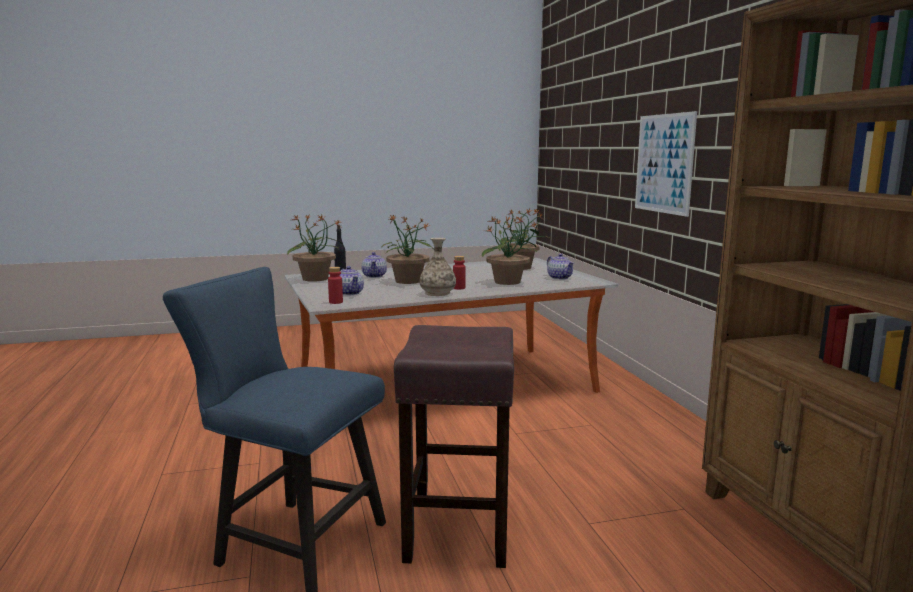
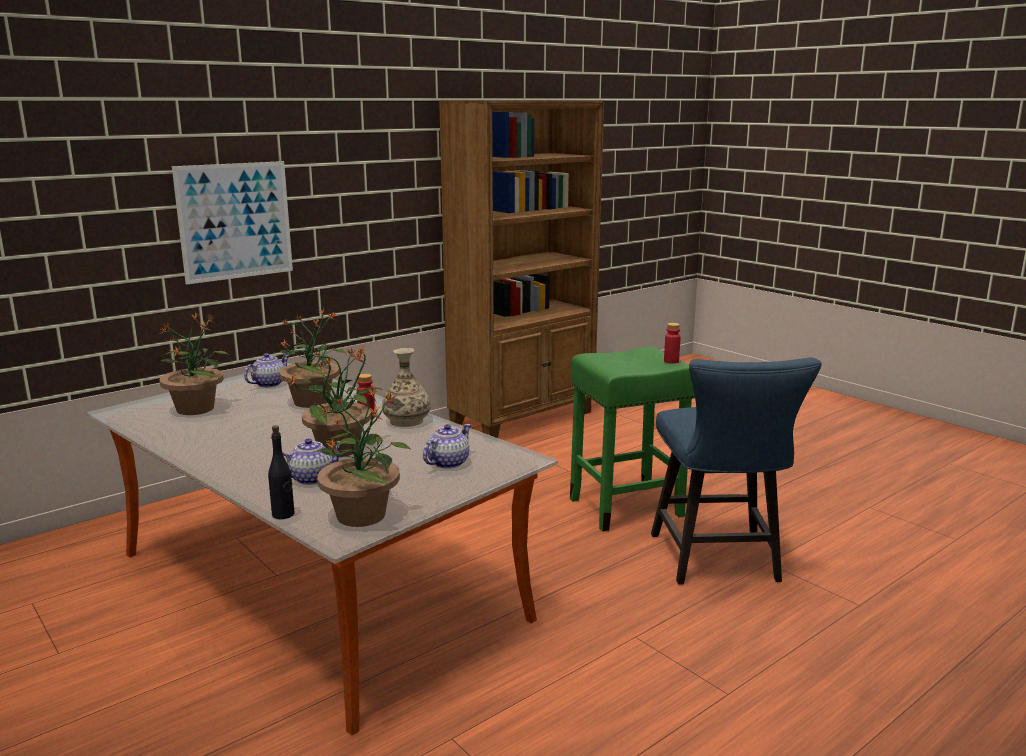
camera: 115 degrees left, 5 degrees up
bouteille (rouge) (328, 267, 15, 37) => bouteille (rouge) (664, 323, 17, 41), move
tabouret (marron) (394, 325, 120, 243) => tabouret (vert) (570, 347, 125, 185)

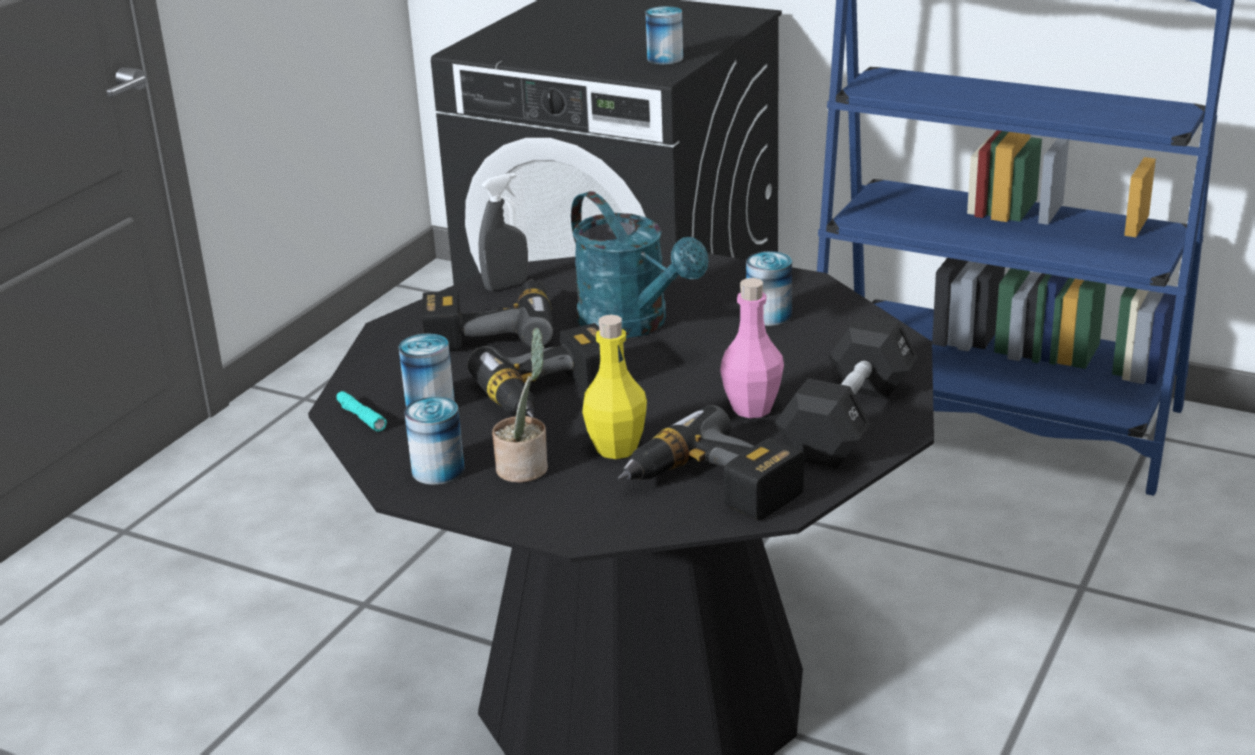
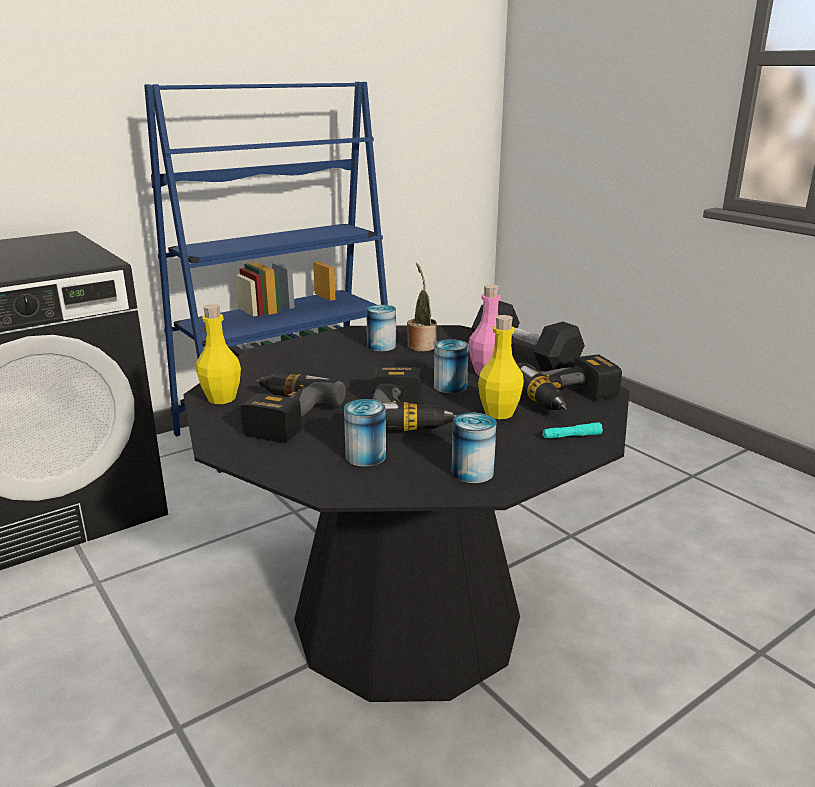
camera: 65 degrees left, 5 degrees down
lampe de poche (turquoise) (336, 391, 51, 41) => lampe de poche (turquoise) (542, 423, 61, 15), move
vaporisateur (gris) (478, 173, 50, 118) => bouteille (jaune) (196, 304, 45, 100)
plante en pot (492, 328, 56, 155) => plante en pot (407, 263, 30, 88), move
arrosoir (turquoise) (571, 191, 137, 147) => nothing
boîte métallique (646, 6, 37, 58) => boîte métallique (434, 339, 35, 55), move

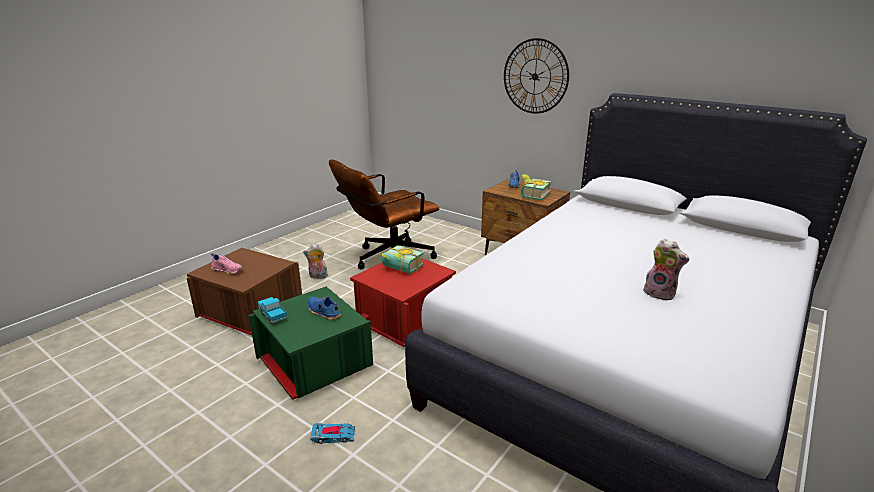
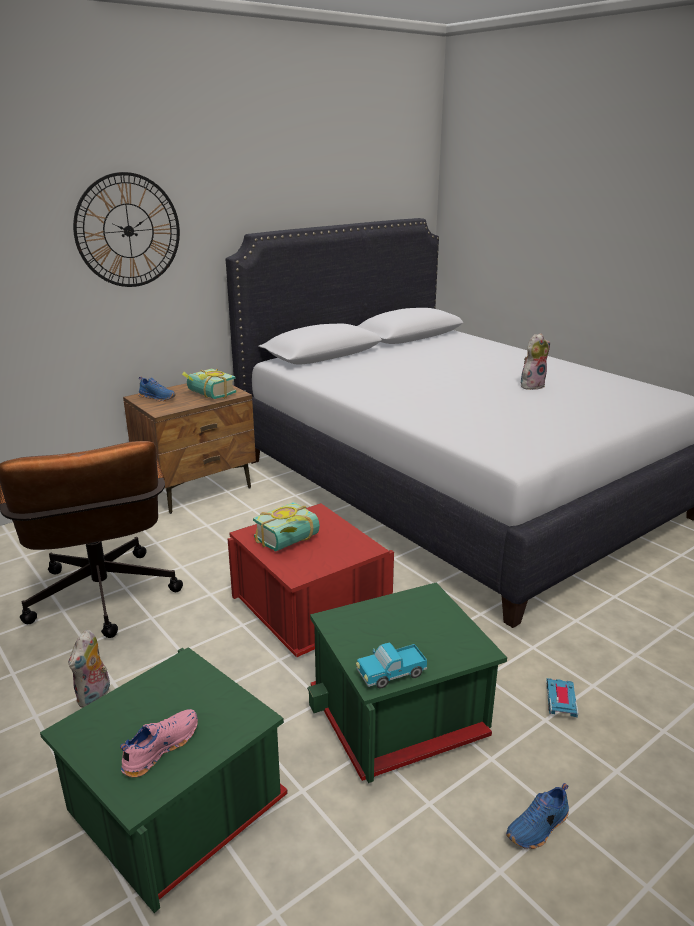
camera: 75 degrees left, 0 degrees up
boîte de rangement (marron) (187, 248, 115, 87) => boîte de rangement (vert) (40, 647, 248, 266)
chaussure (bleu) (308, 296, 33, 24) => chaussure (bleu) (506, 783, 63, 66), move

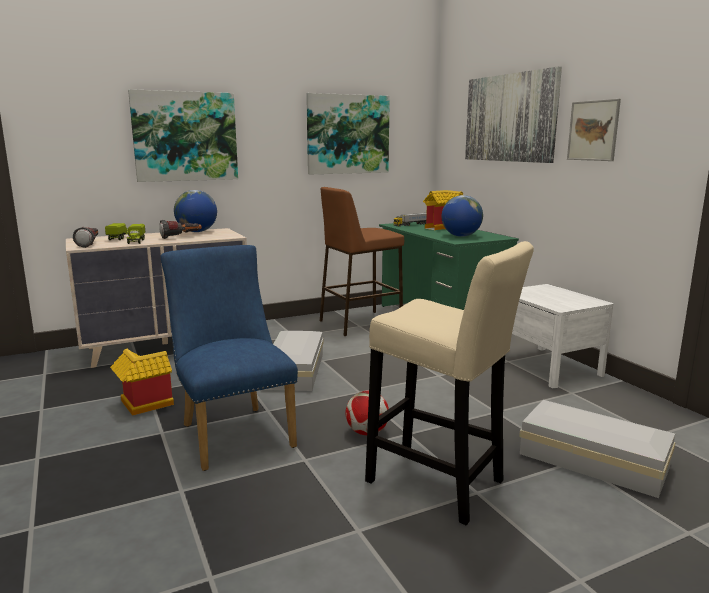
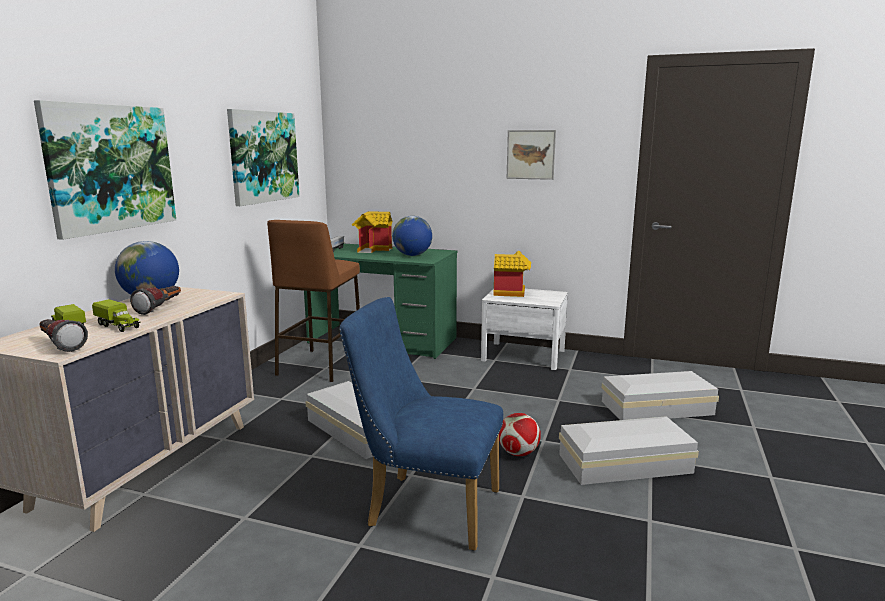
camera: 45 degrees left, 0 degrees up
maison miniature (110, 349, 64, 67) => maison miniature (493, 251, 38, 46), move
tabouret (beige) (365, 241, 169, 284) => boîte de rangement (blanc) (559, 416, 140, 69)
tableau (465, 67, 97, 96) => nothing

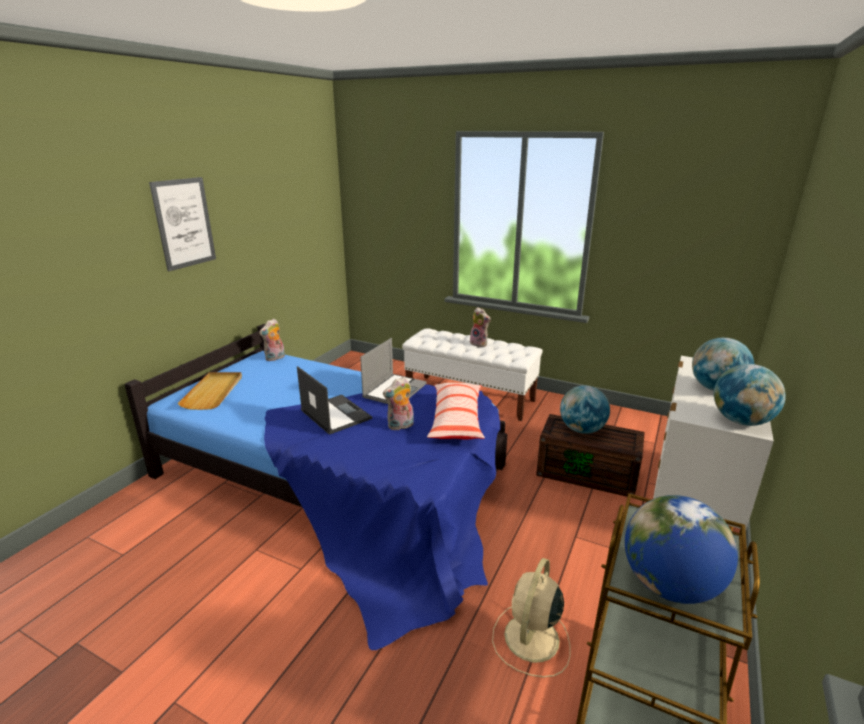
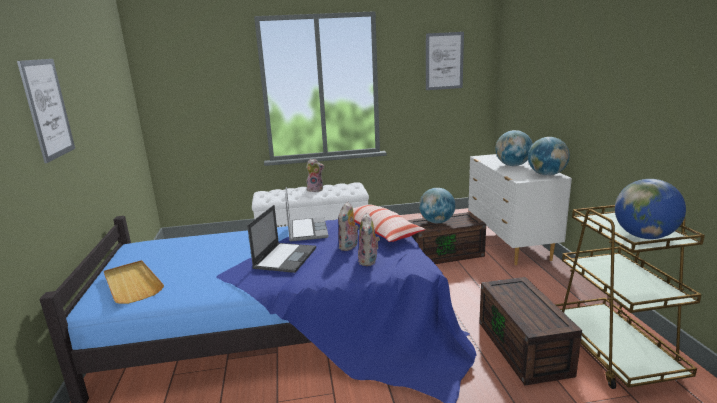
camera: 35 degrees left, 5 degrees down
peluche (259, 319, 26, 42) => peluche (358, 213, 22, 53), move
ordinateur portable (297, 366, 75, 69) => ordinateur portable (247, 205, 69, 68), 90 degrees clockwise
ventilateur (beige) (492, 558, 79, 120) => boîte de rangement (marron) (479, 277, 103, 108)
nothing => tableau (426, 32, 38, 58)

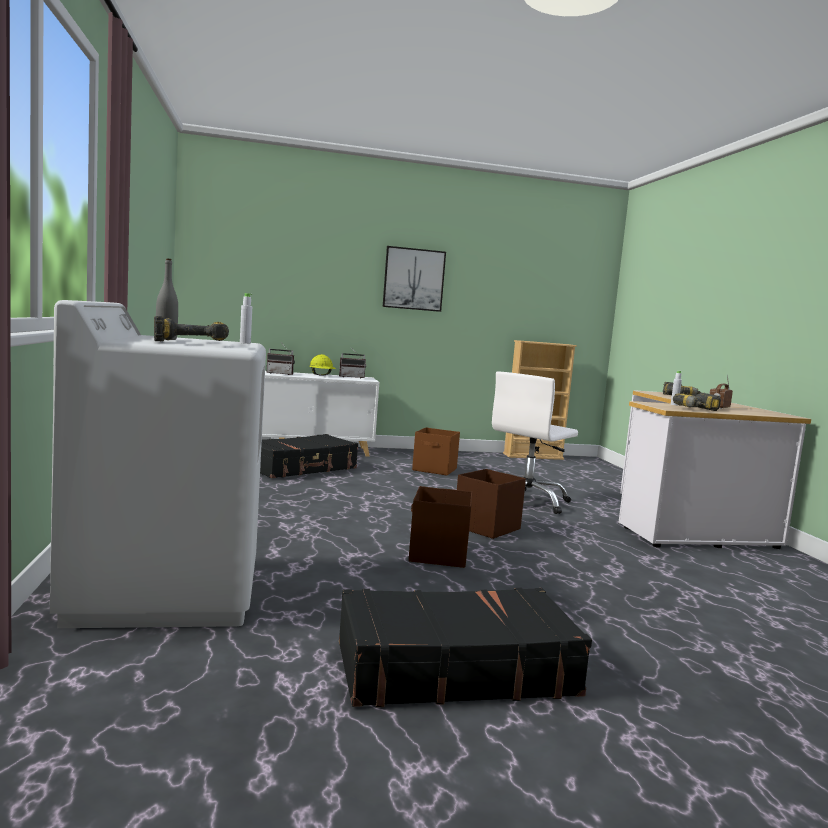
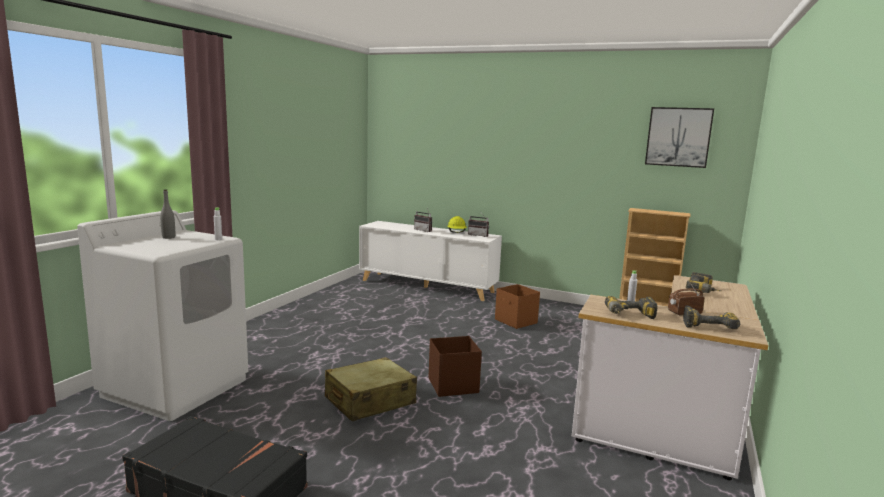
camera: 35 degrees right, 5 degrees up
perceuse (154, 316, 75, 25) => perceuse (683, 306, 57, 23), move
valise (noir) (260, 434, 98, 44) => nothing
tableau (383, 246, 63, 66) => tableau (645, 107, 69, 61), move
boîte de rangement (marron) (409, 486, 63, 82) => valise (beige) (325, 357, 92, 64)
chaise de bureau (blanc) (492, 372, 86, 142) => nothing

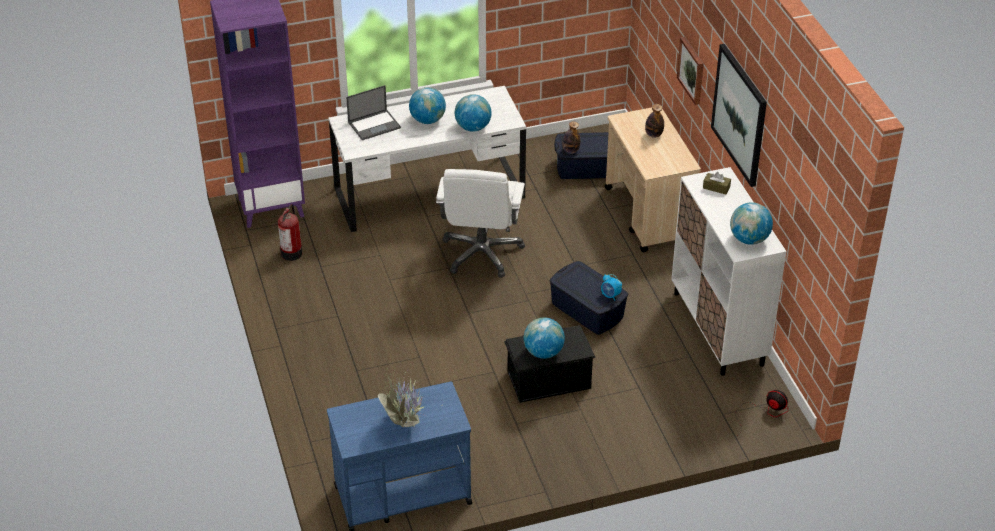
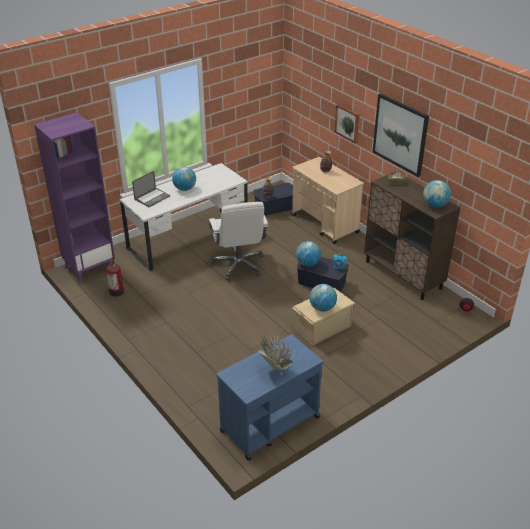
camera: 20 degrees left, 5 degrees down
globe (455, 94, 37, 38) => globe (296, 241, 25, 25), move
boîte de rangement (noir) (504, 325, 92, 78) => boîte de rangement (beige) (292, 288, 63, 58)
meuble de rangement (blanc) (671, 167, 116, 209) => meuble de rangement (marron) (364, 171, 96, 129)

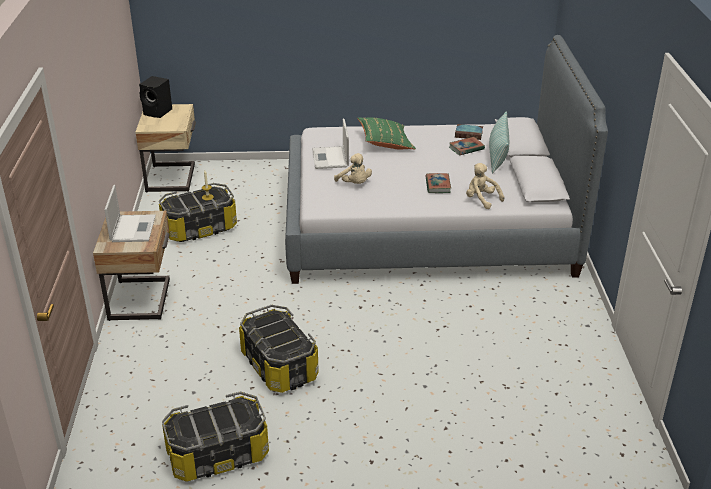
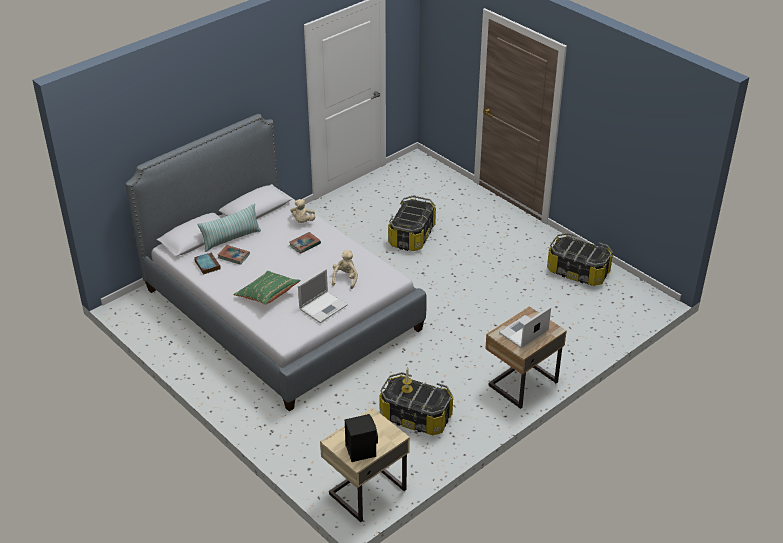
camera: 130 degrees left, 5 degrees up
boîte de rangement (239, 305, 80, 88) => boîte de rangement (388, 196, 48, 55), move

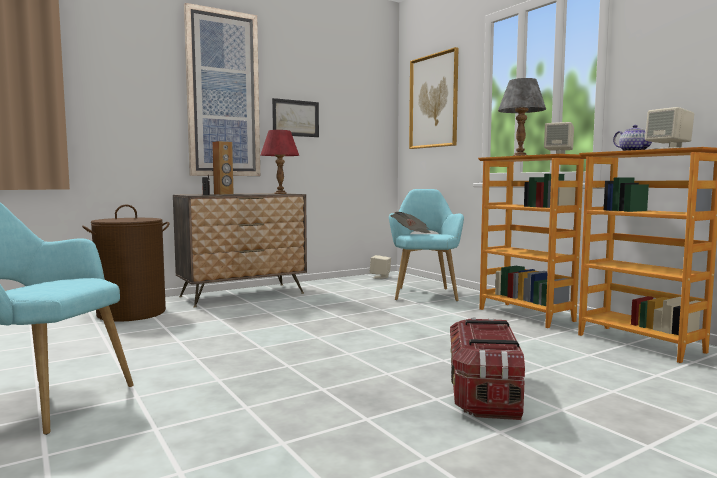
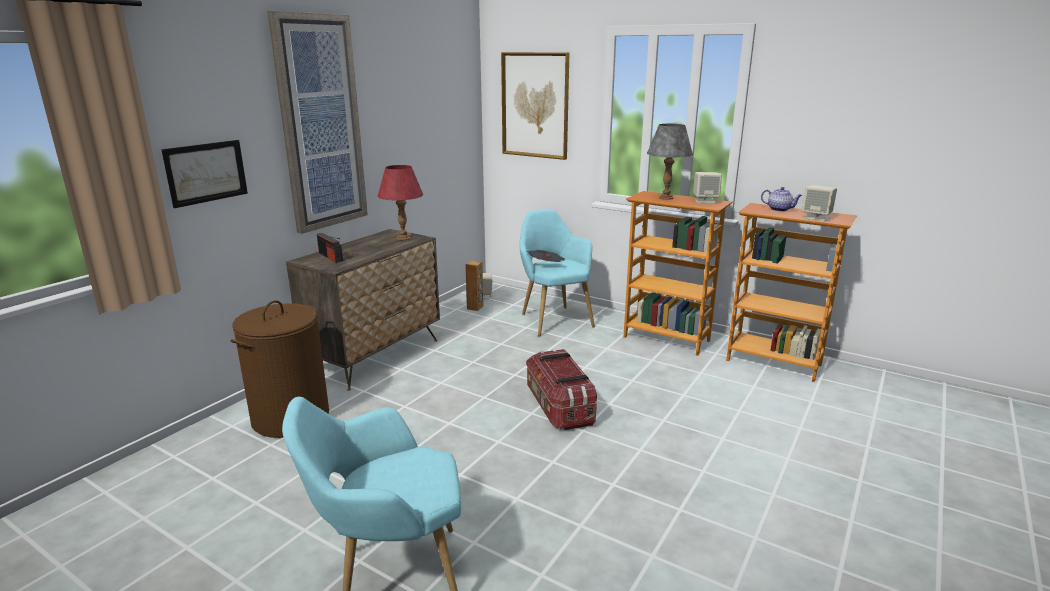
camera: 25 degrees left, 15 degrees up
enceinte (marron) (212, 141, 22, 54) => enceinte (marron) (465, 261, 19, 50), move
tableau (272, 98, 47, 39) => tableau (161, 140, 87, 68), move
boîte de rangement (450, 317, 75, 103) => boîte de rangement (526, 349, 71, 81), move

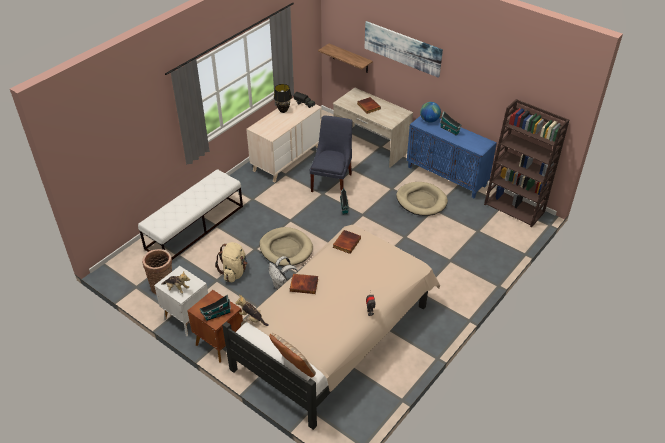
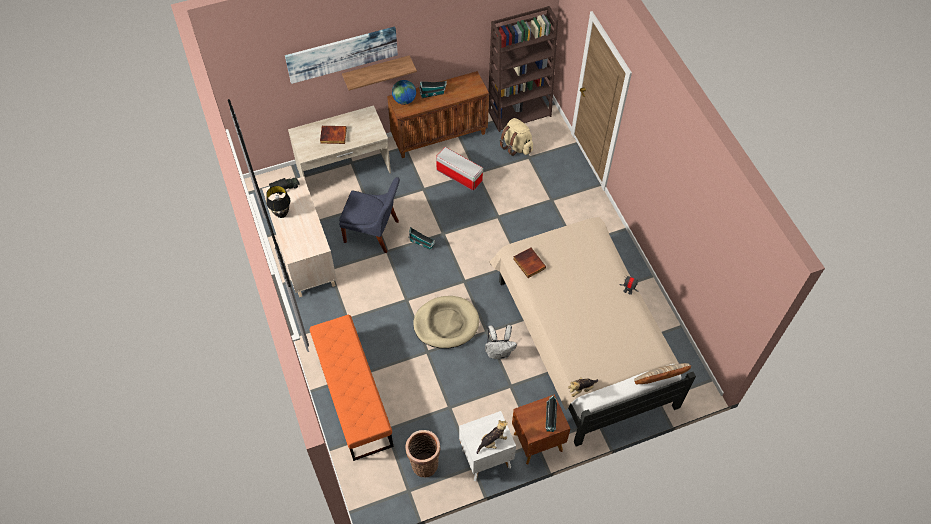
camera: 60 degrees left, 15 degrees up
banc (blanc) (138, 169, 105, 91) => banc (orange) (309, 315, 84, 146)
sac à dos (beige) (215, 242, 32, 40) => sac à dos (beige) (500, 118, 33, 38), move
livre (290, 274, 28, 20) => nothing
chaise (bleu) (310, 115, 43, 77) => chaise (bleu) (339, 177, 61, 76), 150 degrees clockwise
étagère (318, 44, 55, 29) => étagère (342, 55, 75, 36), move
panier pour chien (beige) (396, 182, 52, 34) => boîte de rangement (436, 147, 47, 44)
meuble de rangement (bleu) (407, 116, 90, 82) => meuble de rangement (marron) (387, 71, 102, 87)

